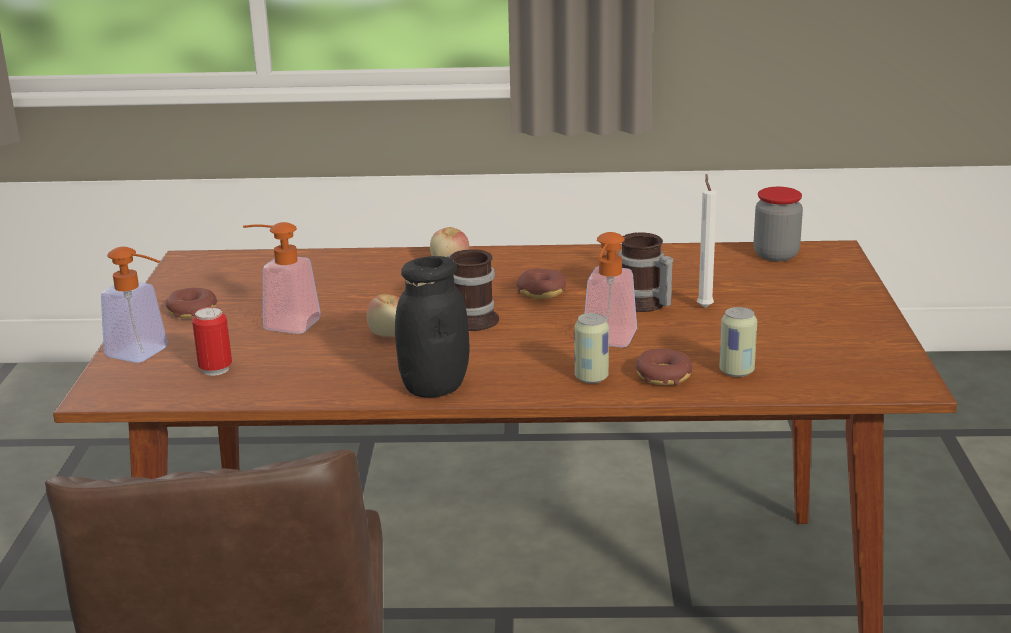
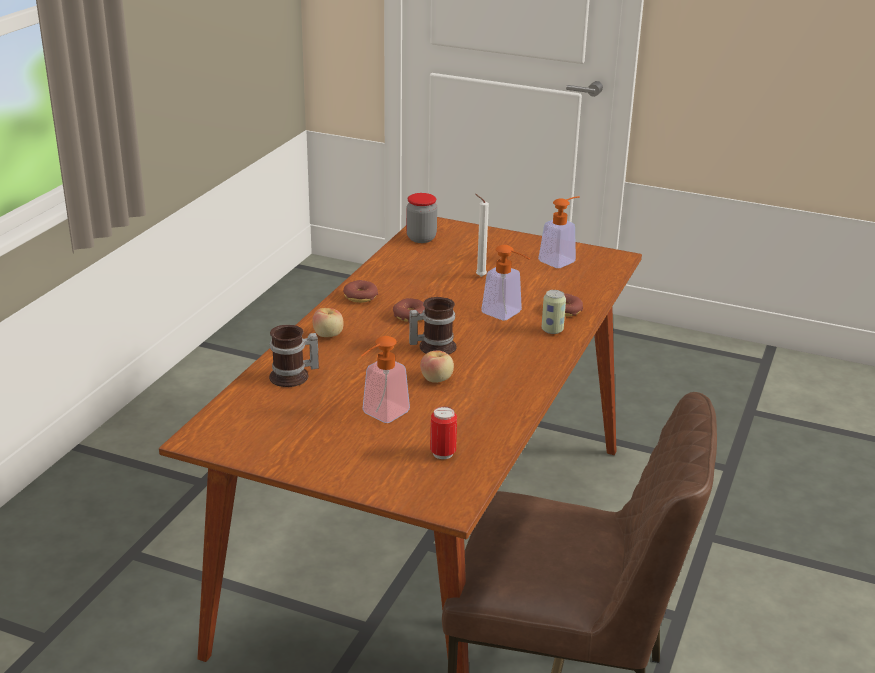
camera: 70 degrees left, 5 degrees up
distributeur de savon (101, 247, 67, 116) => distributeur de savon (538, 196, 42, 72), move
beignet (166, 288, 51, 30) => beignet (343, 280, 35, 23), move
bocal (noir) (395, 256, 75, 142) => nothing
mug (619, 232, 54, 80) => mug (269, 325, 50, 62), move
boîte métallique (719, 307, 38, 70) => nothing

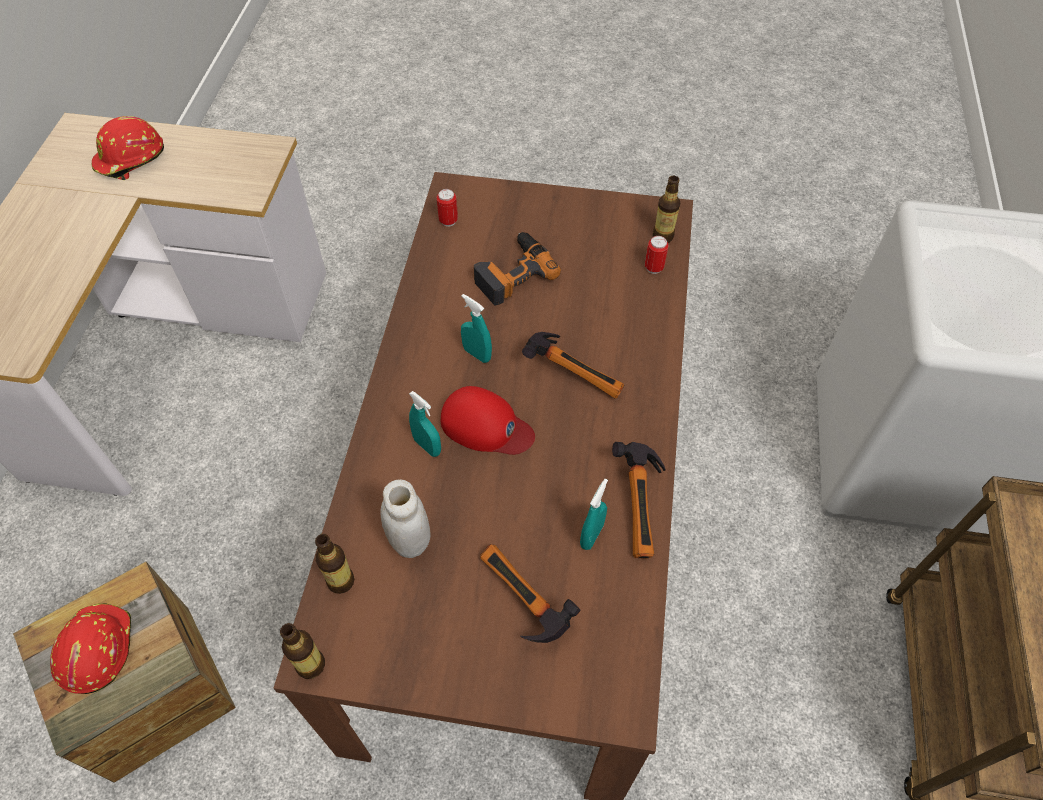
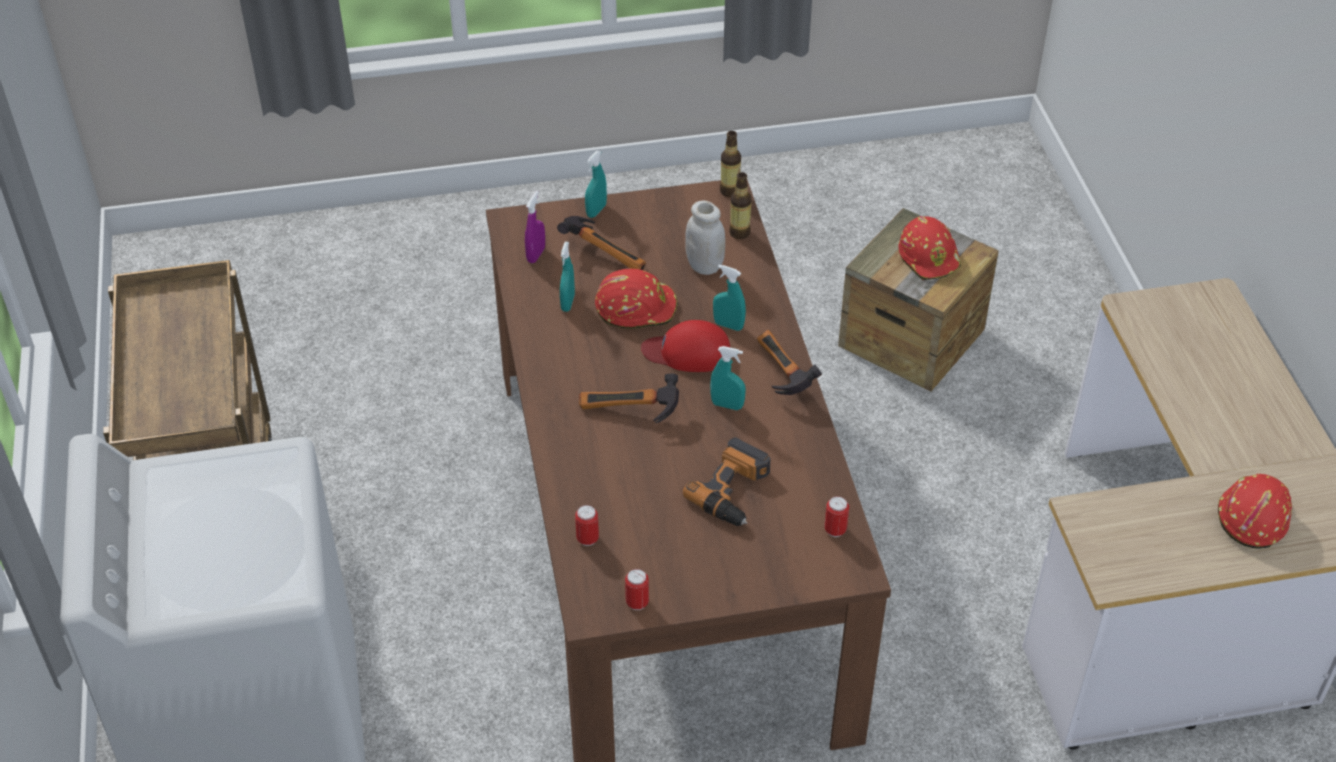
camera: 160 degrees right, 10 degrees down
marteau (612, 442, 54, 117) => marteau (757, 330, 65, 65), move
bouteille (653, 176, 27, 67) => nothing
nothing => vaporisateur (violet) (525, 191, 20, 72)
nothing => vaporisateur (turquoise) (585, 151, 22, 67)
nothing => casque de chantier (rouge) (595, 269, 83, 60)
nothing => boîte métallique (625, 569, 24, 41)

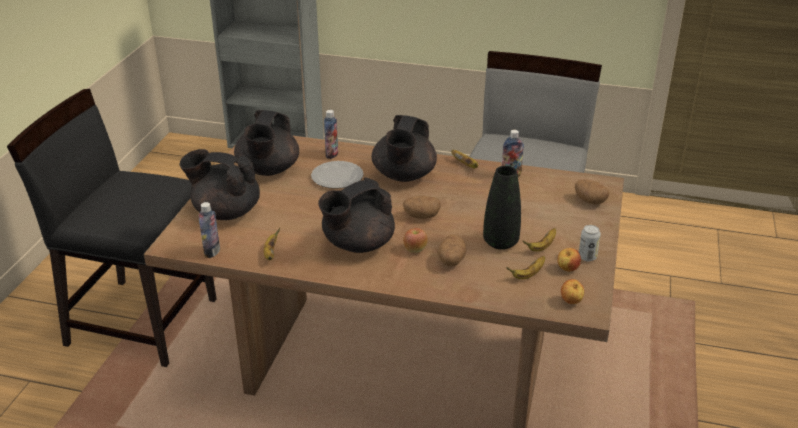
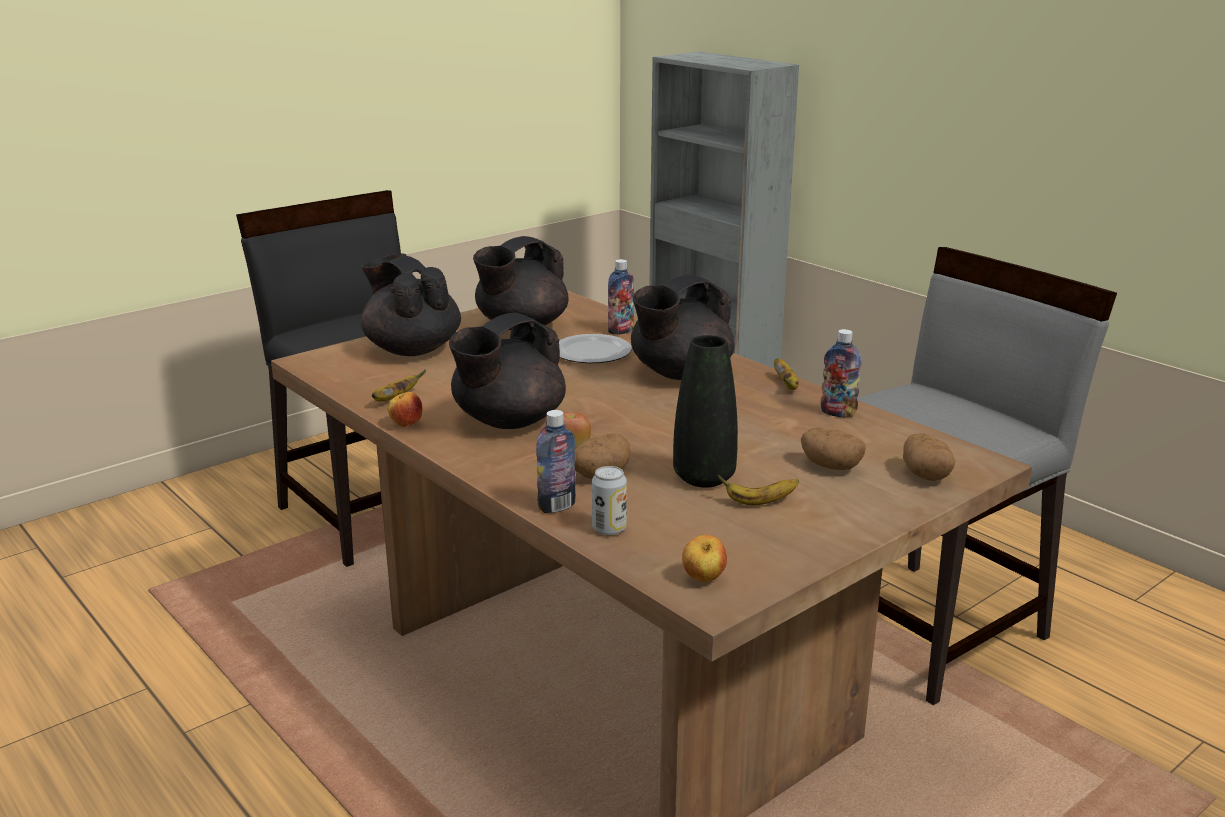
camera: 35 degrees right, 10 degrees down
bouteille (199, 202, 21, 56) => bouteille (536, 410, 40, 103), move
théière (noir) (318, 178, 77, 75) => théière (noir) (449, 313, 117, 116), 45 degrees counterclockwise
pomme de terre (403, 196, 38, 23) => pomme de terre (801, 427, 65, 43), move
banane (506, 256, 39, 23) => nothing
pomme (558, 248, 23, 24) => pomme (388, 392, 34, 35), move
boîte métallique (579, 225, 22, 36) => boîte métallique (592, 466, 35, 69), move

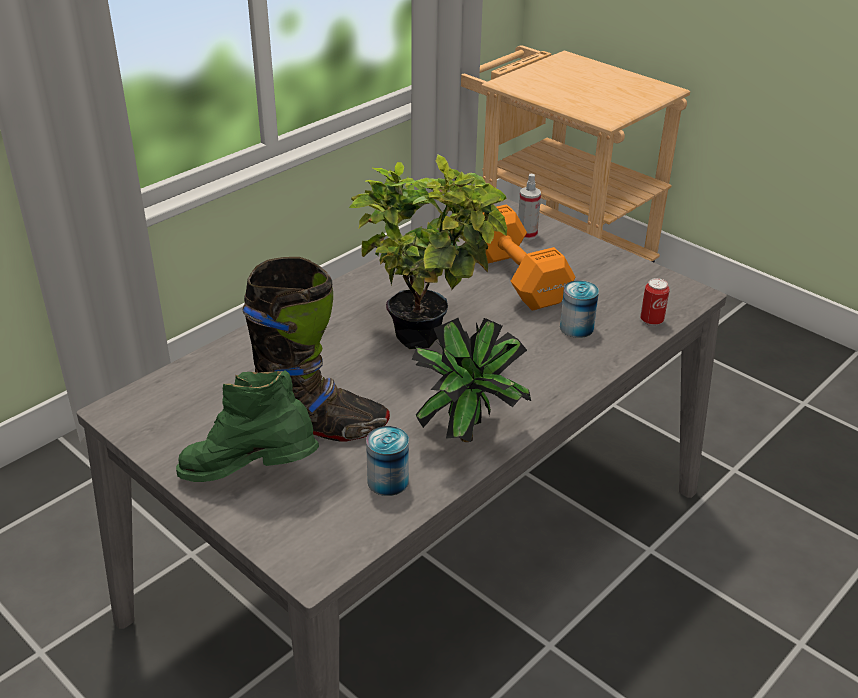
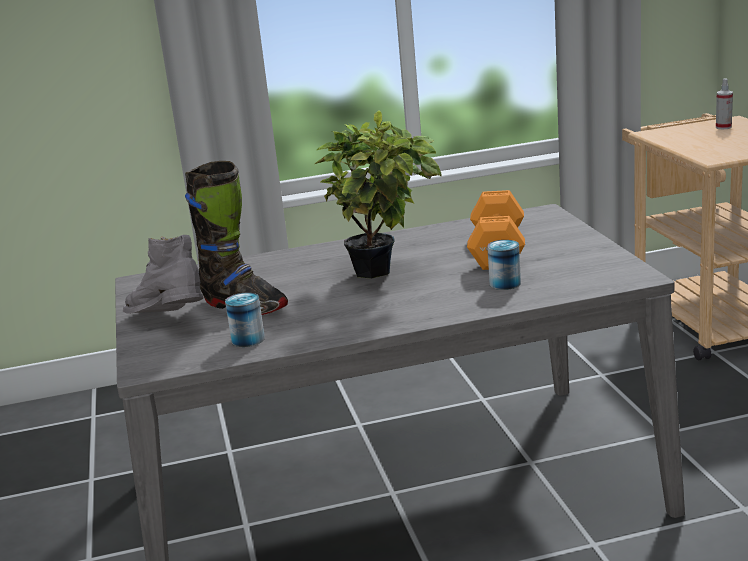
camera: 35 degrees right, 15 degrees down
botte (vert) (176, 370, 143, 112) => botte (gris) (123, 235, 80, 79)
plante en pot (412, 318, 119, 124) => nothing
vaporisateur (518, 174, 23, 66) => vaporisateur (716, 78, 17, 51), move
boîte métallique (640, 278, 30, 48) => nothing

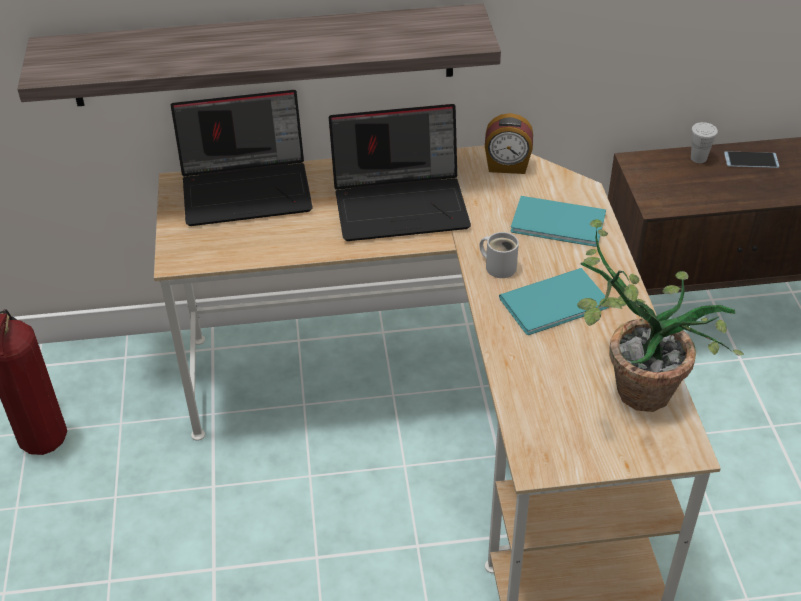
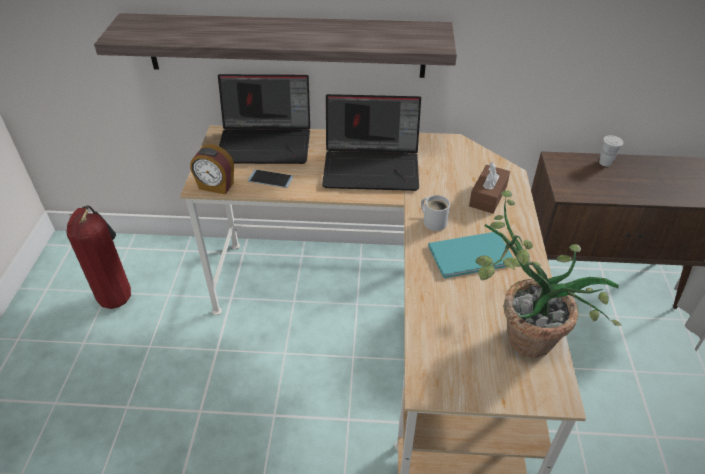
camera: 10 degrees right, 0 degrees up
réveil (485, 113, 48, 61) => réveil (190, 145, 44, 50), move
livre (turquoise) (511, 196, 95, 51) => boîte à mouchoirs (marron) (469, 162, 41, 52)
téléphone (724, 151, 55, 17) => téléphone (248, 169, 46, 19), move

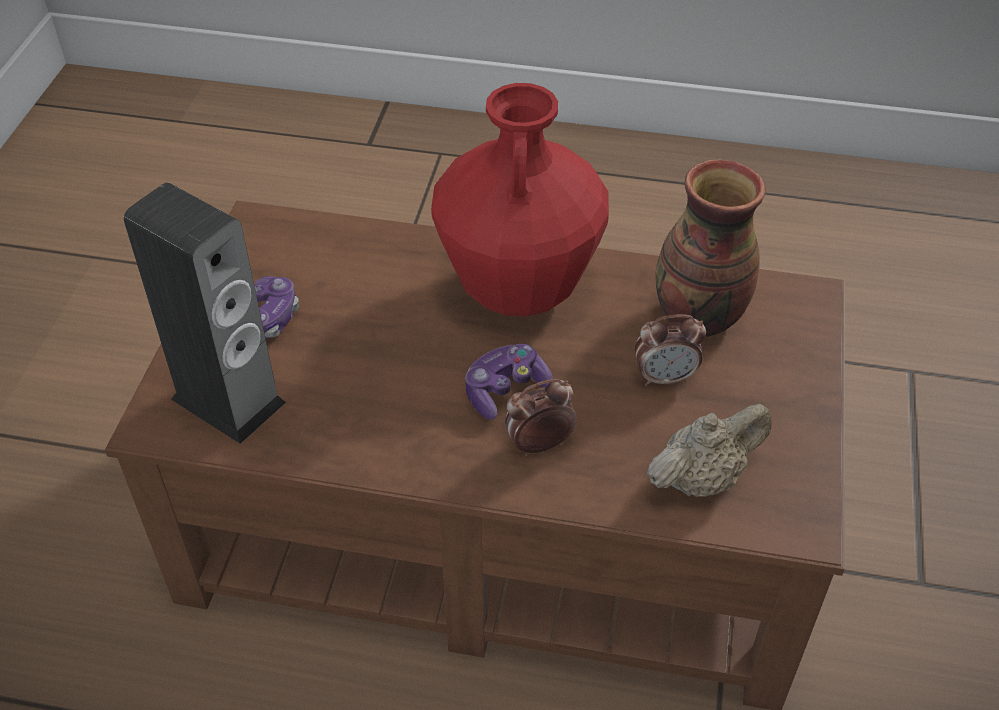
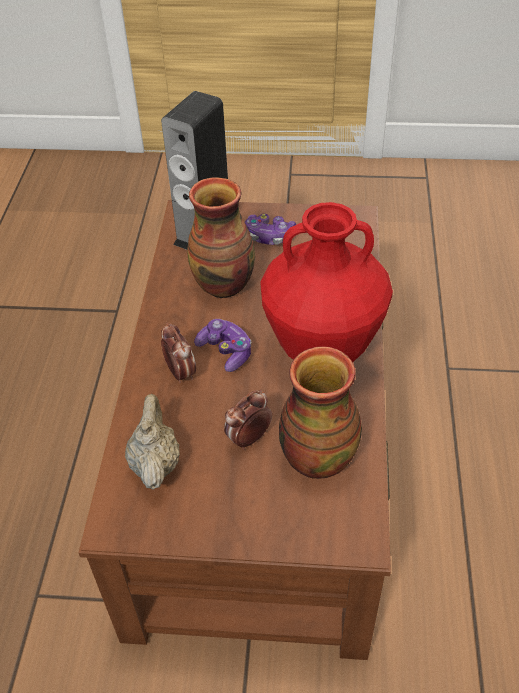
camera: 85 degrees right, 0 degrees up
réveil (635, 314, 71, 72) => réveil (224, 390, 48, 60), 60 degrees clockwise
théière (beige) (647, 404, 125, 93) => théière (beige) (125, 394, 55, 96), 150 degrees counterclockwise
nothing => vase (187, 177, 68, 121)

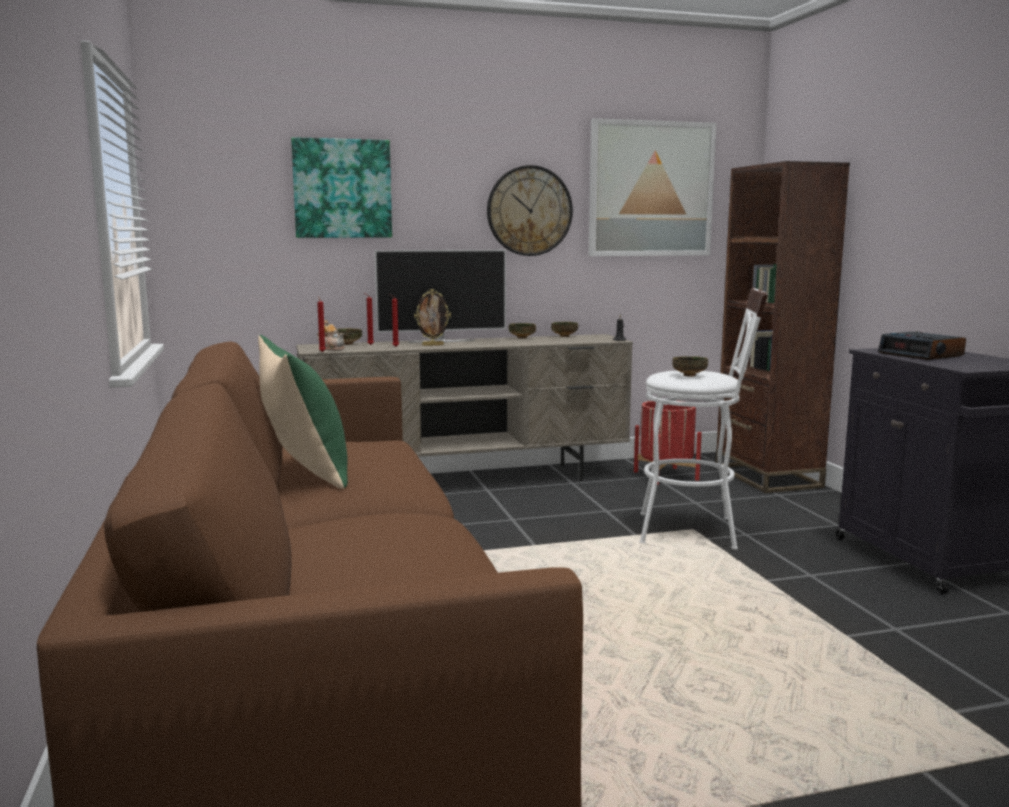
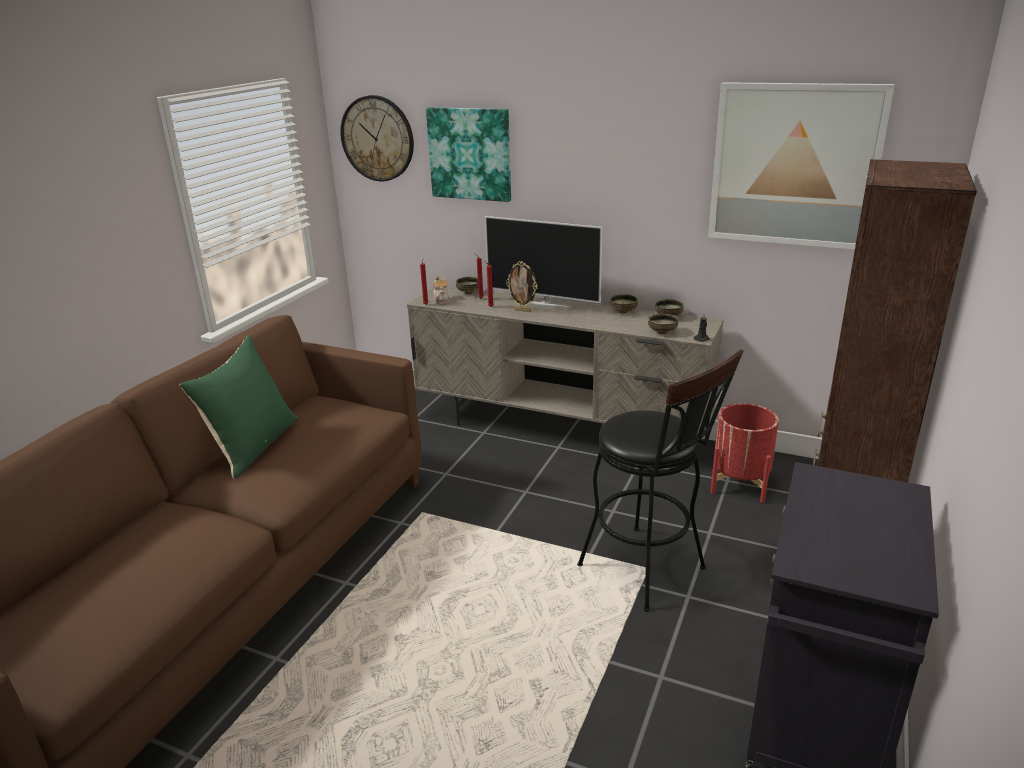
camera: 40 degrees right, 15 degrees up
horloge murale (487, 165, 86, 91) => horloge murale (340, 95, 74, 86), move
tabouret (blanc) (640, 287, 128, 263) => tabouret (noir) (577, 350, 166, 262)
bol (672, 356, 36, 21) => bol (648, 314, 30, 20), move
réveil (878, 331, 88, 29) => nothing

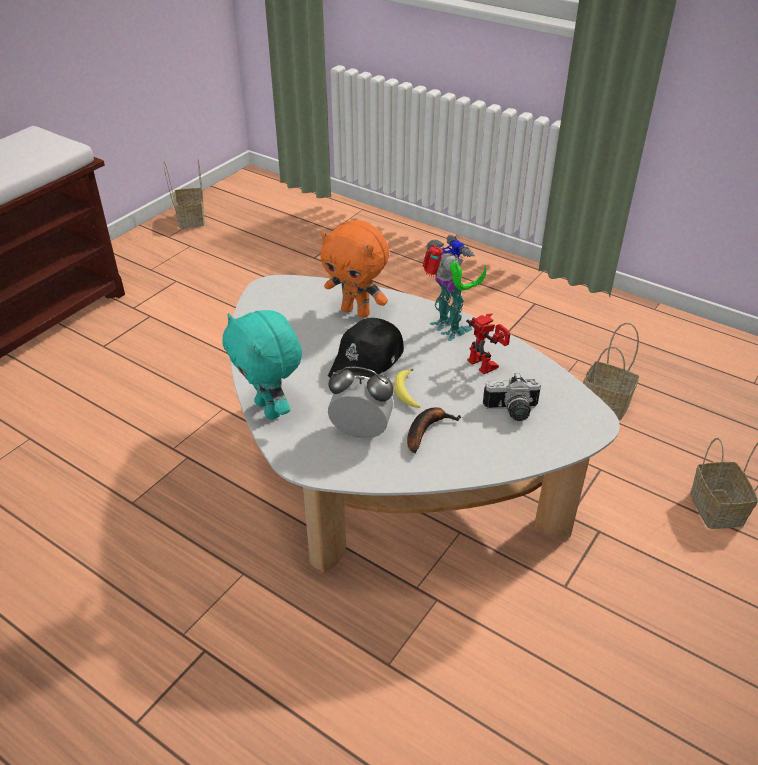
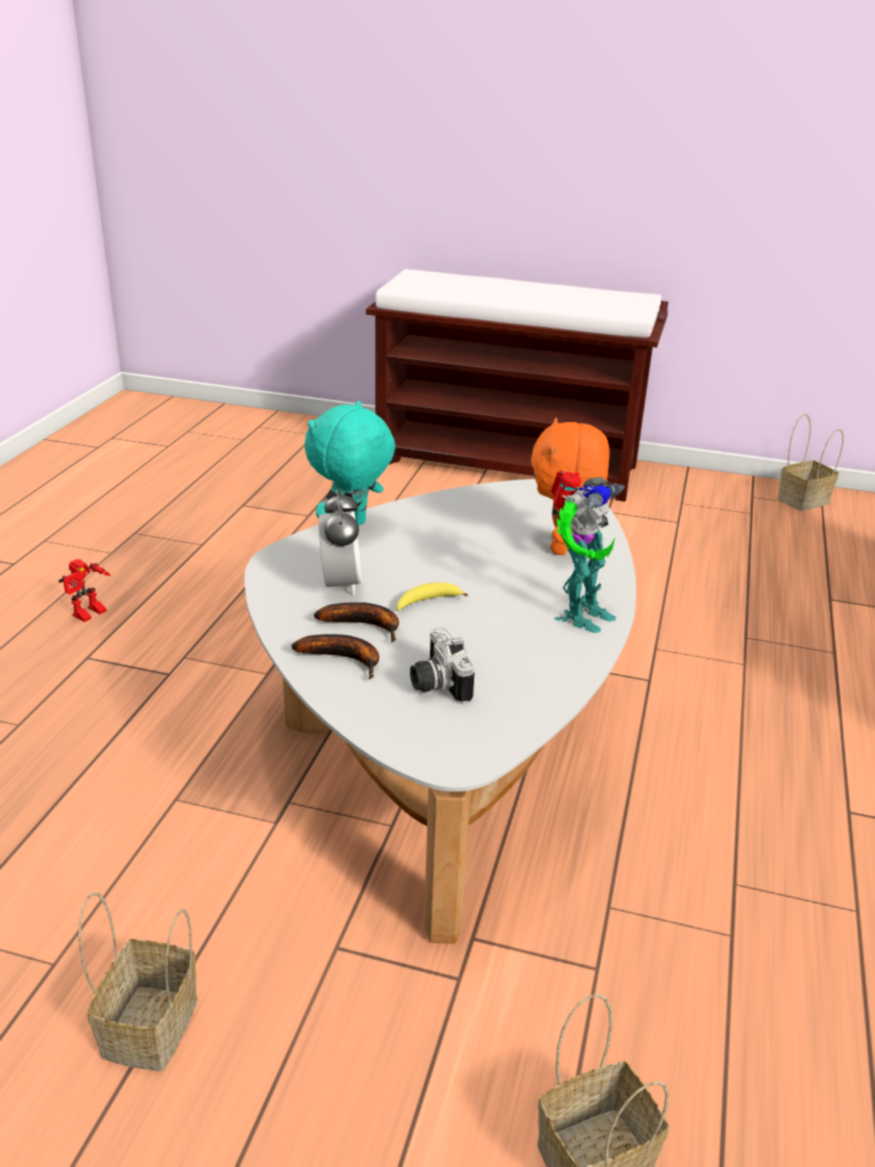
camera: 70 degrees right, 10 degrees down
casquette (noir) (328, 318, 76, 60) => nothing
robot jouet (466, 313, 44, 61) => robot jouet (59, 559, 52, 63), move
panier (583, 323, 56, 97) => panier (79, 892, 118, 179), move
nothing => banane (291, 634, 88, 45)

